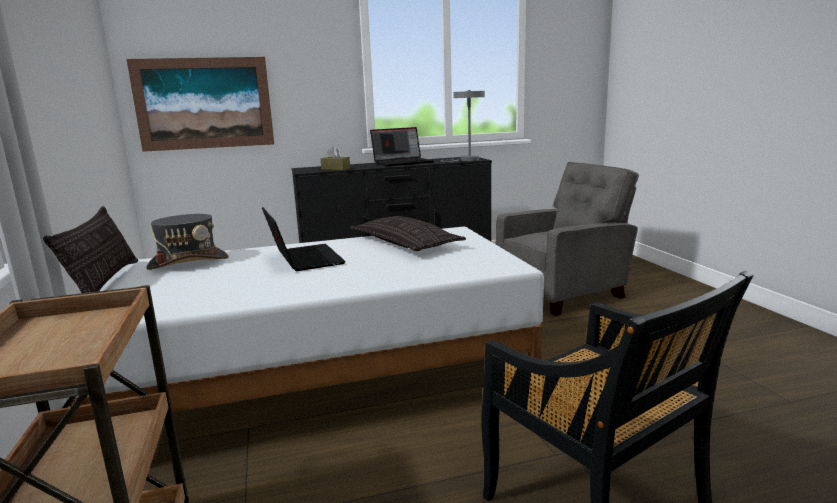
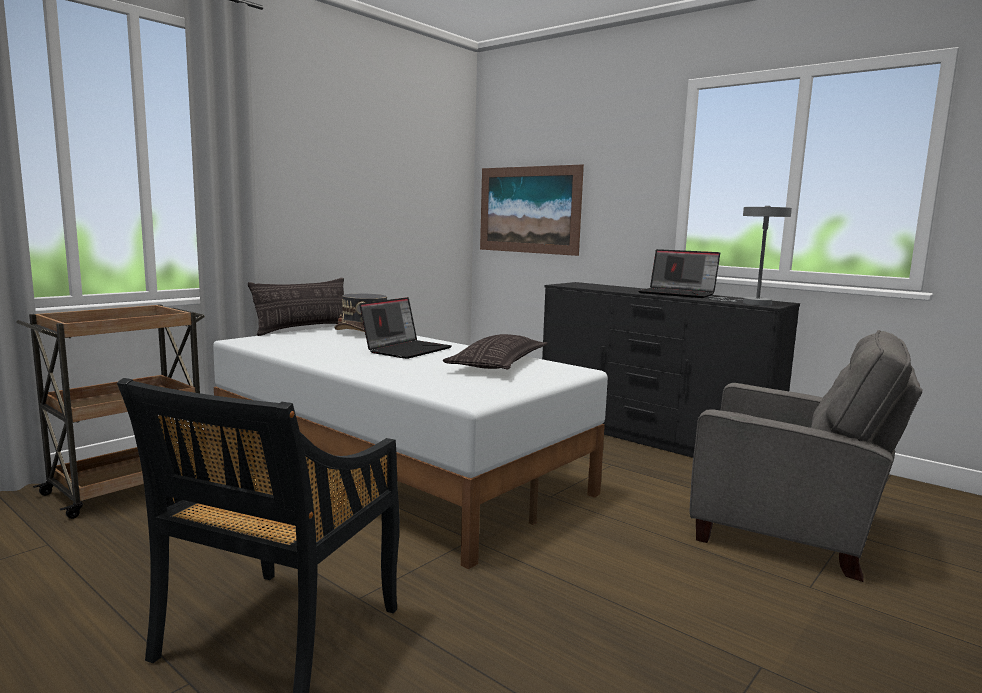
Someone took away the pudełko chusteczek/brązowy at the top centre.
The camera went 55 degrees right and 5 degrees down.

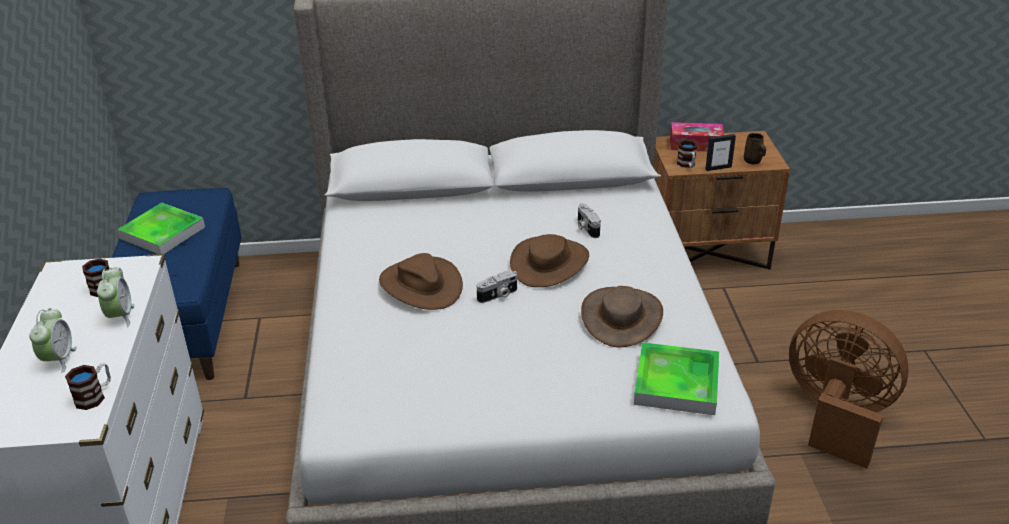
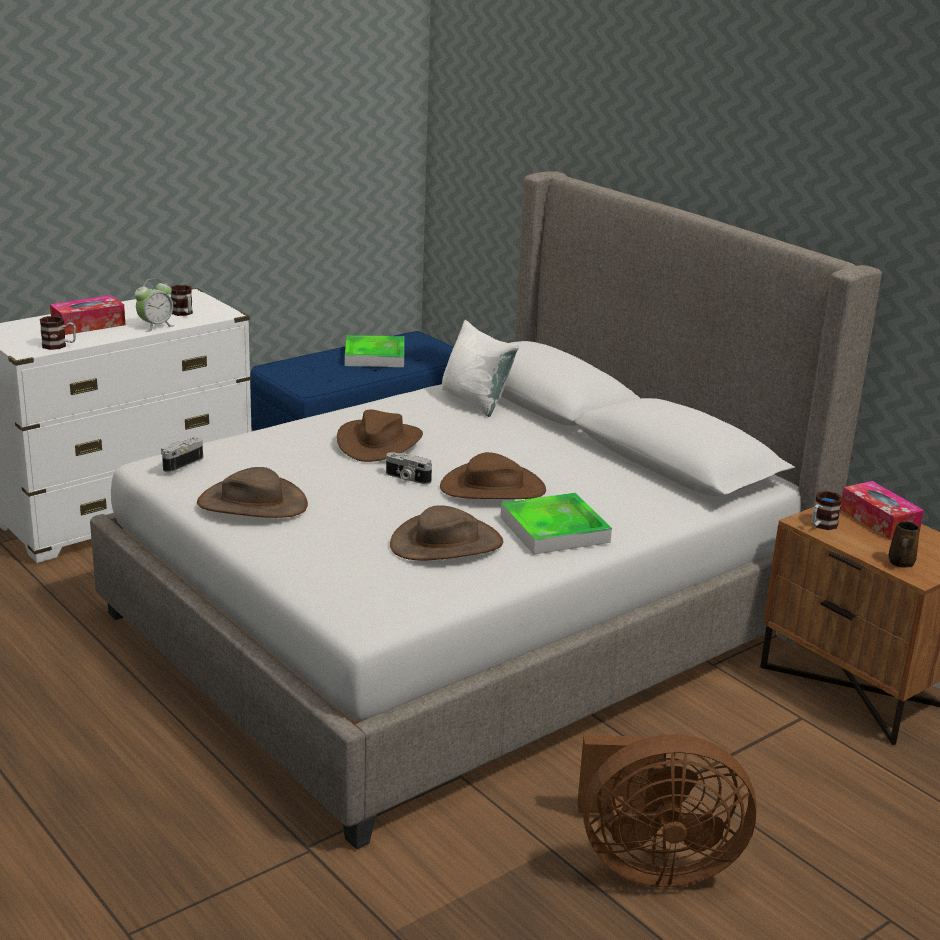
Someone took away the ramka na zdjęcie at the top right.
Someone put down the kapelusz/brązowy (1st from left) at the middle left.
Someone put down the poduszka/biały at the centre.
Someone carried the aparat fotograficzny (2nd from left in the first image) from the centre to the middle left.
Someone carried the taca (2nd from left) from the bottom right to the centre.
Someone swapped the budzik (1st from left) at the middle left for the pudełko chusteczek (1st from left) at the middle left.
Someone rotated the wentylator/brązowy at the bottom right by 90 degrees clockwise.
The camera went 55 degrees right and 10 degrees down.

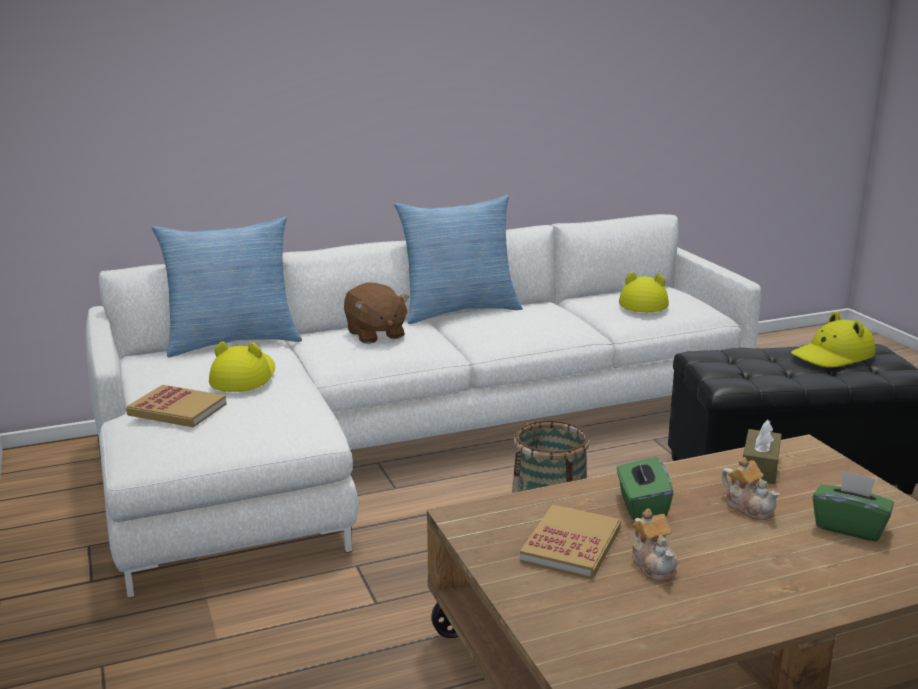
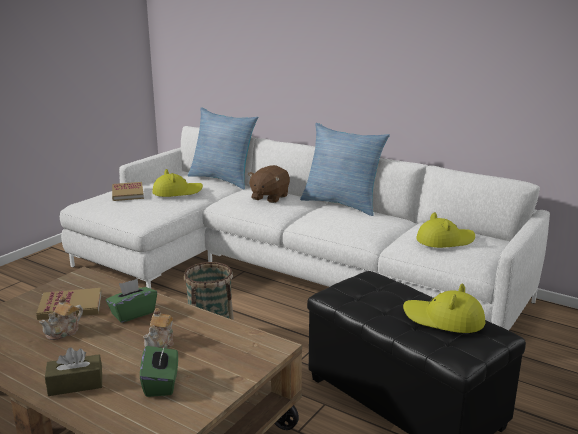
Someone carried the pudełko chusteczek/brązowy from the middle right to the bottom left.
The camera went 55 degrees right and 0 degrees up.

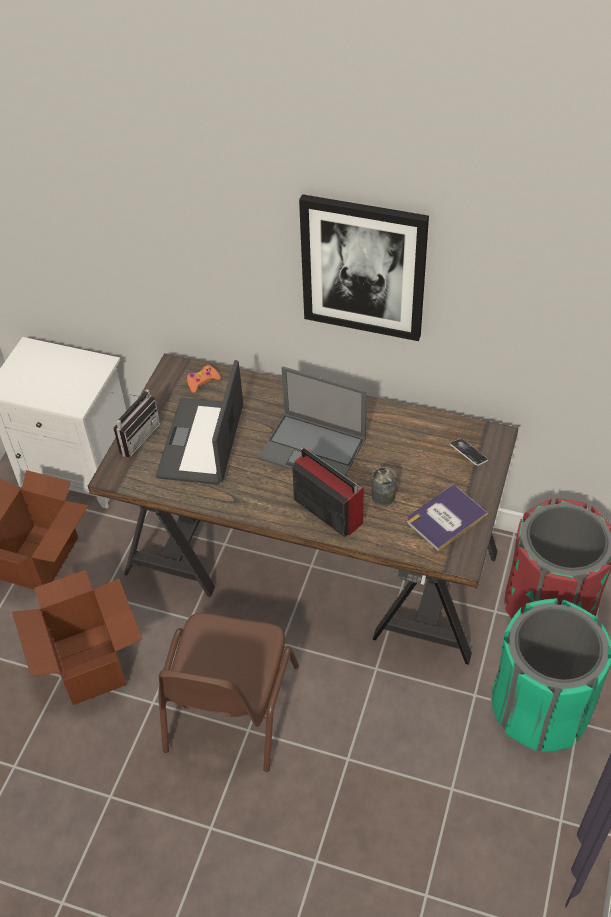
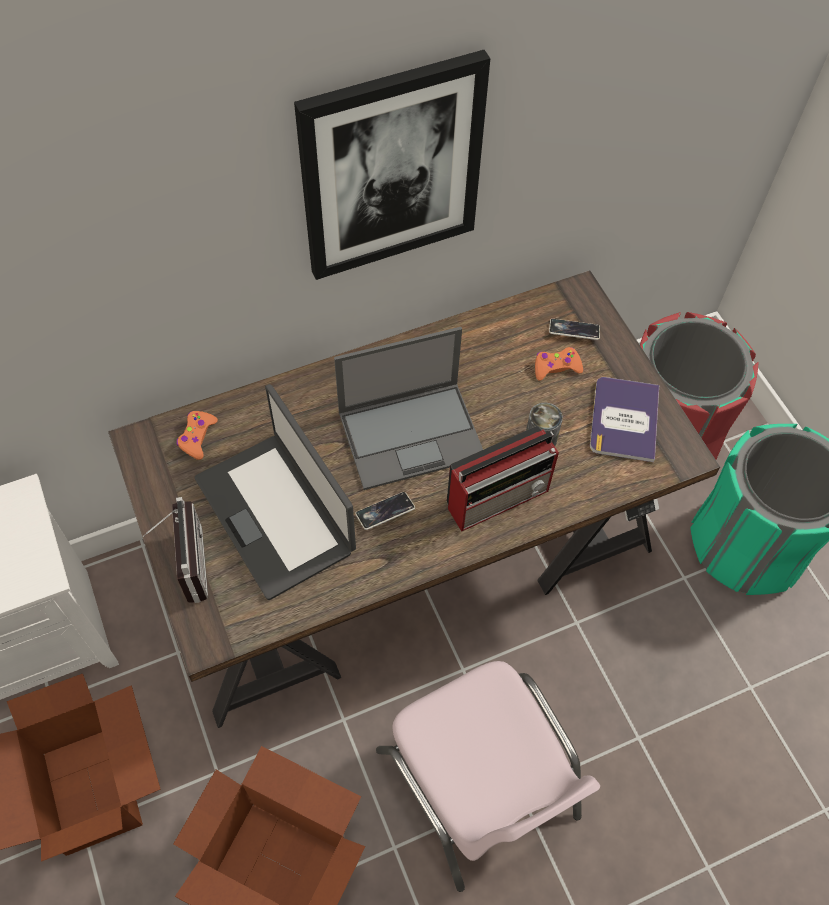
Someone put down the telefon (1st from left) at the centre.
Someone put down the pad do gier/pomarańczowy (2nd from left) at the middle right.
Someone repainted the krzesło/brązowy at the bottom centre, which became the krzesło/różowy at the bottom centre.
Someone rotated the radio (2nd from left) at the centre by 150 degrees clockwise.
The camera went 45 degrees left and 10 degrees up.

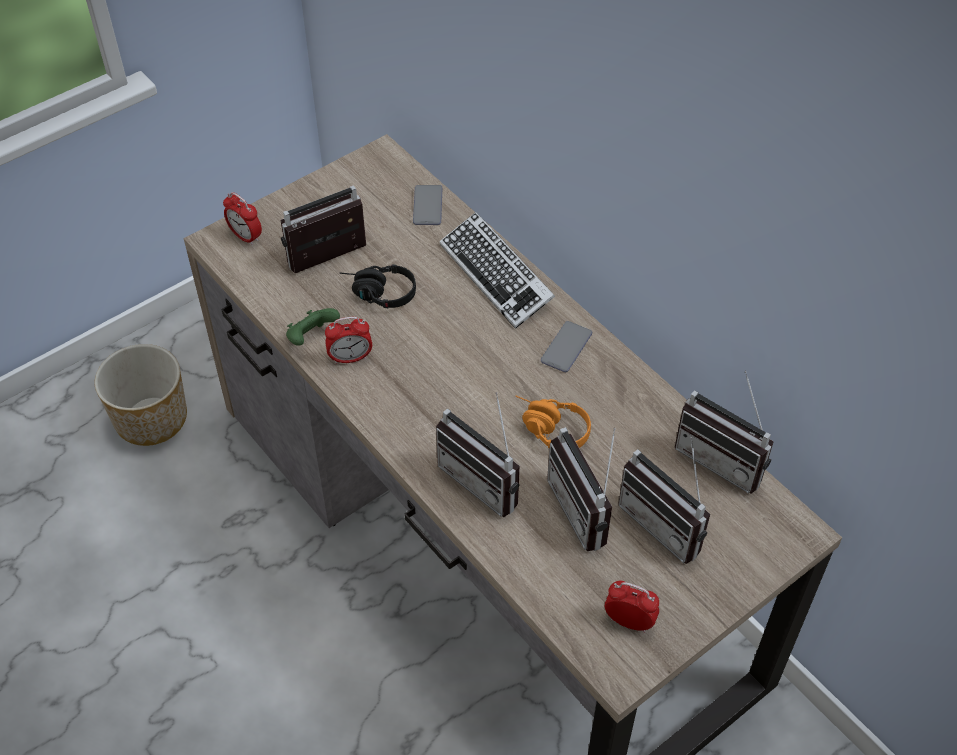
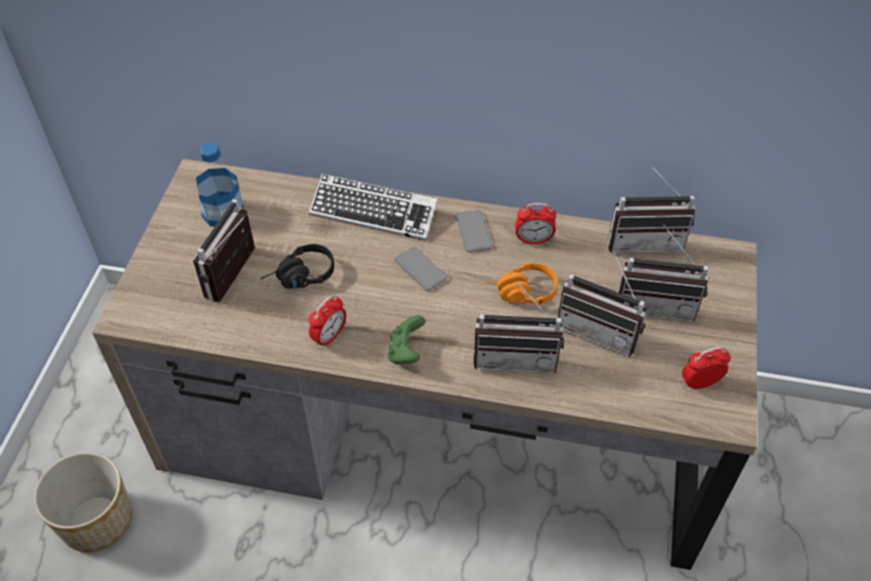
Someone put down the butelka at the top left.
Someone carried the budzik (1st from left in the first image) from the top left to the centre.
Someone carried the pad do gier/zielony from the middle left to the centre.
Someone carried the telefon (1st from left) from the top centre to the centre.
The camera went 40 degrees left and 0 degrees up.

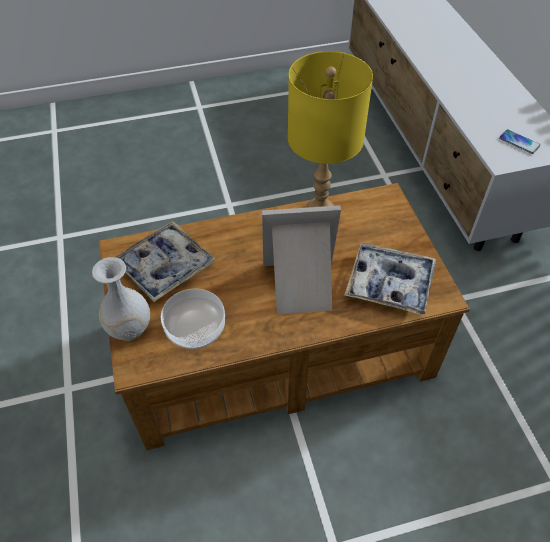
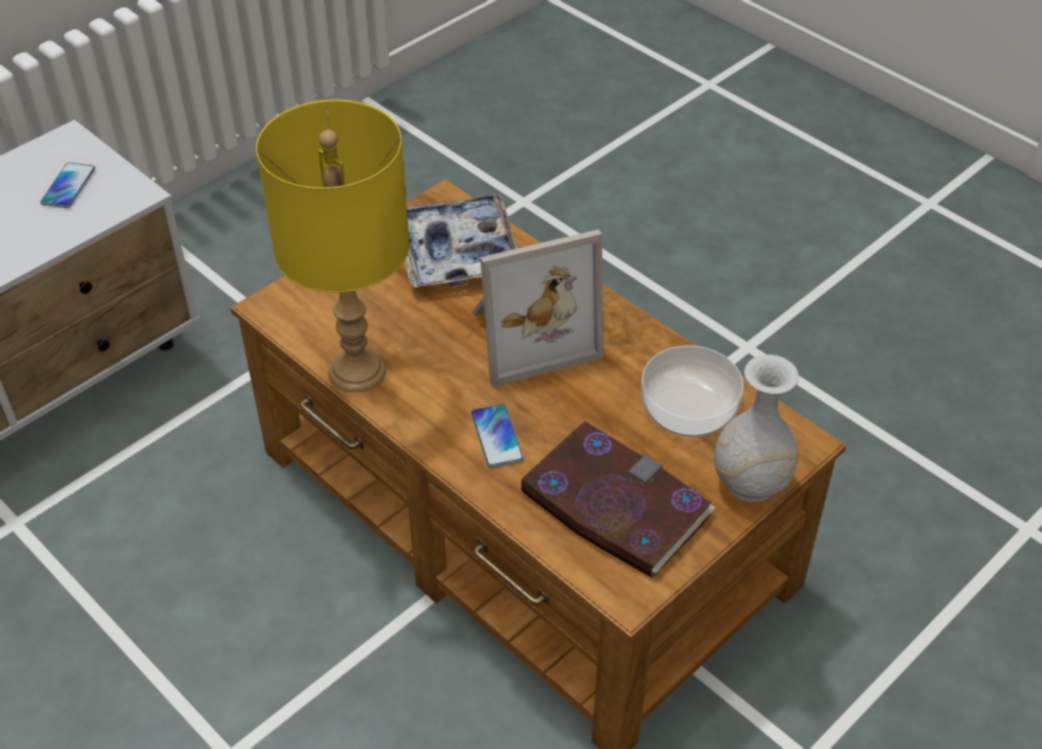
Someone put down the telefon (2nd from left) at the centre.
Someone swapped the taca (1st from left) at the middle left for the książka at the centre.
Someone rotated the ramka na zdjęcie at the centre by 75 degrees counterclockwise.
The camera went 120 degrees left and 5 degrees down.

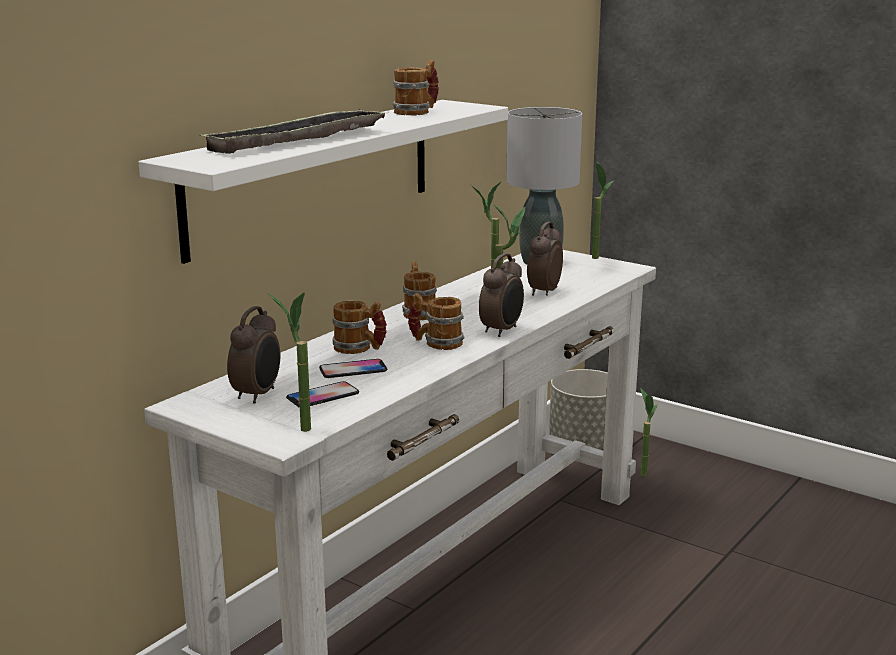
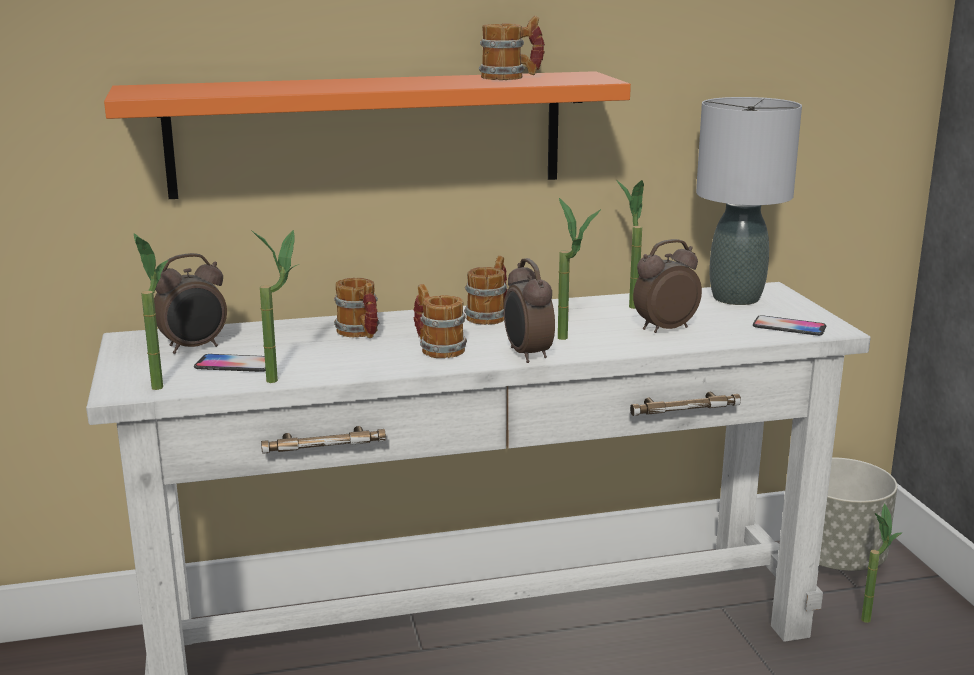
Someone took away the taca at the top left.
Someone carried the telefon (2nd from left) from the centre to the middle right.
Someone carried the roślina doniczkowa (4th from left in the first image) from the top right to the middle left.
Someone repainted the półka/biały at the top centre, which became the półka/pomarańczowy at the top centre.
Someone rotated the budzik (2nd from left) at the centre by 90 degrees clockwise.
The camera went 40 degrees right and 0 degrees up.

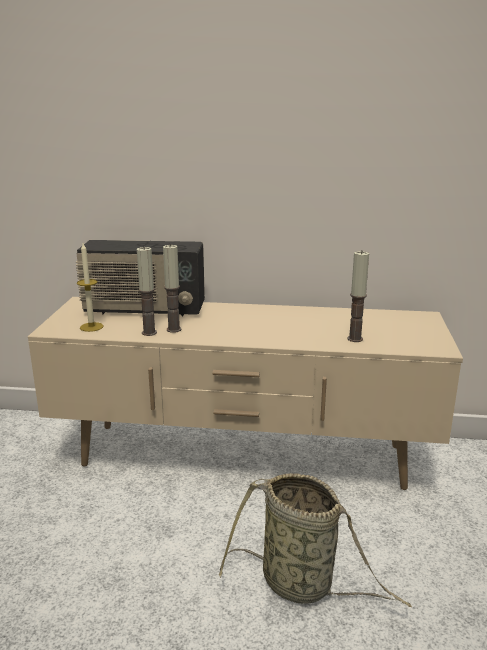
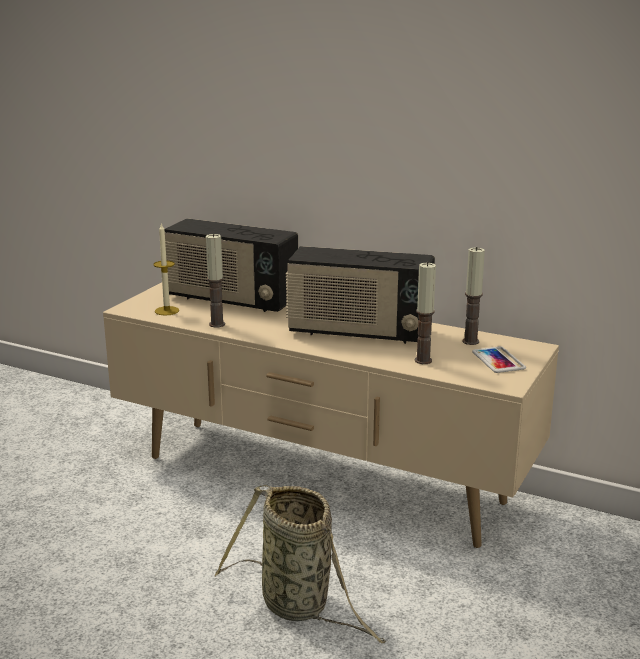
Someone put down the radio (2nd from left) at the centre.
Someone put down the telefon at the middle right.
Someone carried the świeca (3rd from left in the first image) from the centre to the middle right.
The camera went 20 degrees right and 0 degrees up.

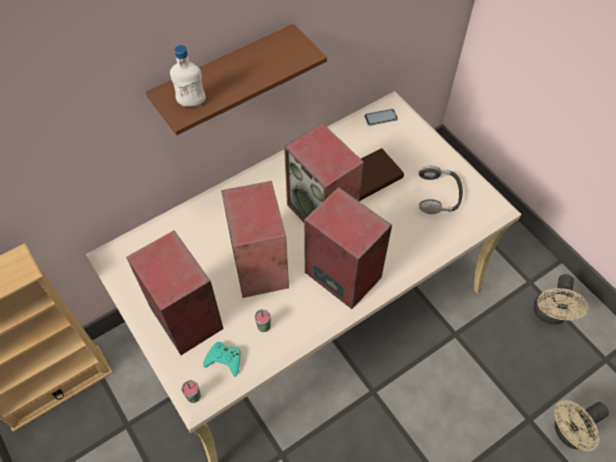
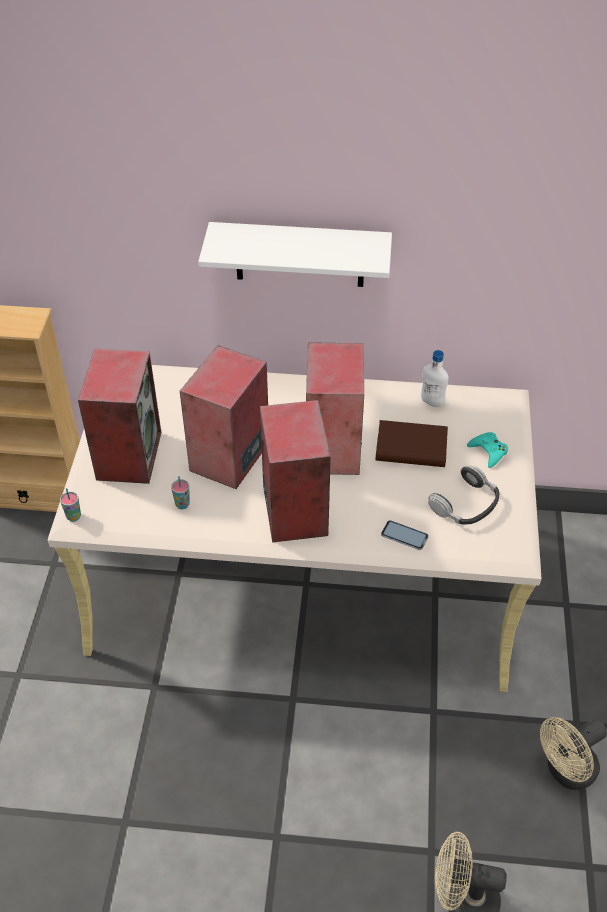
Someone carried the butelka/biały from the top left to the middle right.
Someone carried the pad do gier/turkusowy from the bottom centre to the middle right.
Someone carried the telefon from the top centre to the middle right.
Someone repainted the półka/brązowy at the top centre, which became the półka/biały at the top centre.
The camera went 40 degrees right and 10 degrees down.

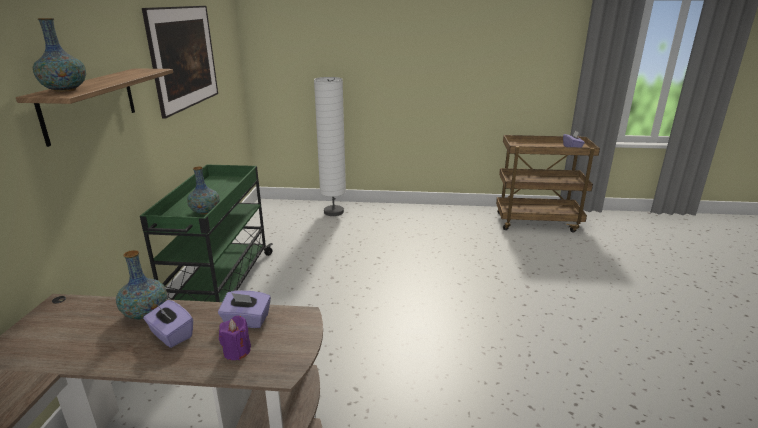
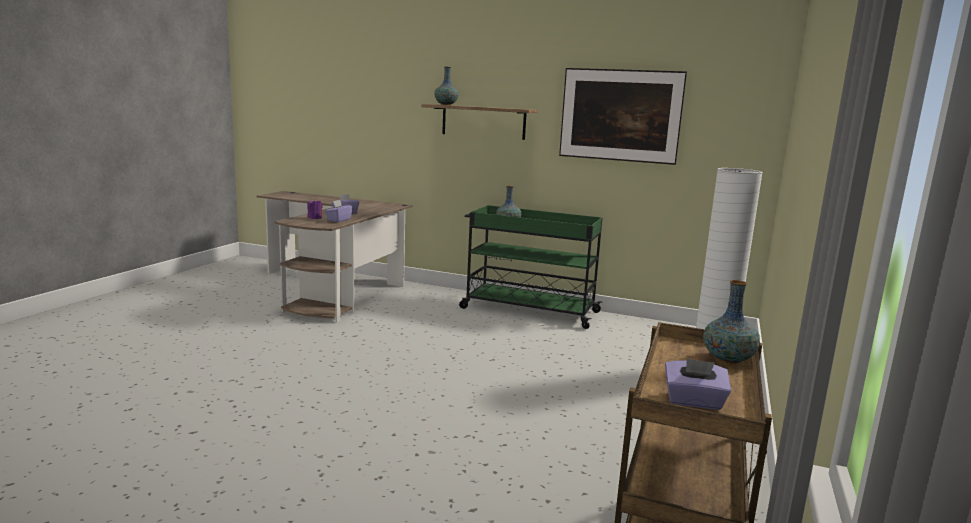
Someone carried the wazon (2nd from left in the first image) from the middle left to the middle right.
The camera went 105 degrees right and 10 degrees down.

